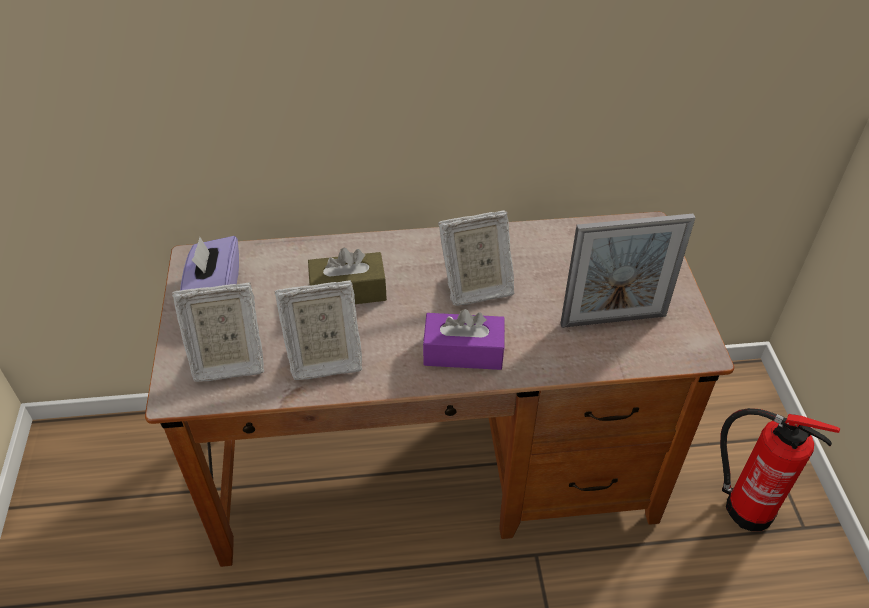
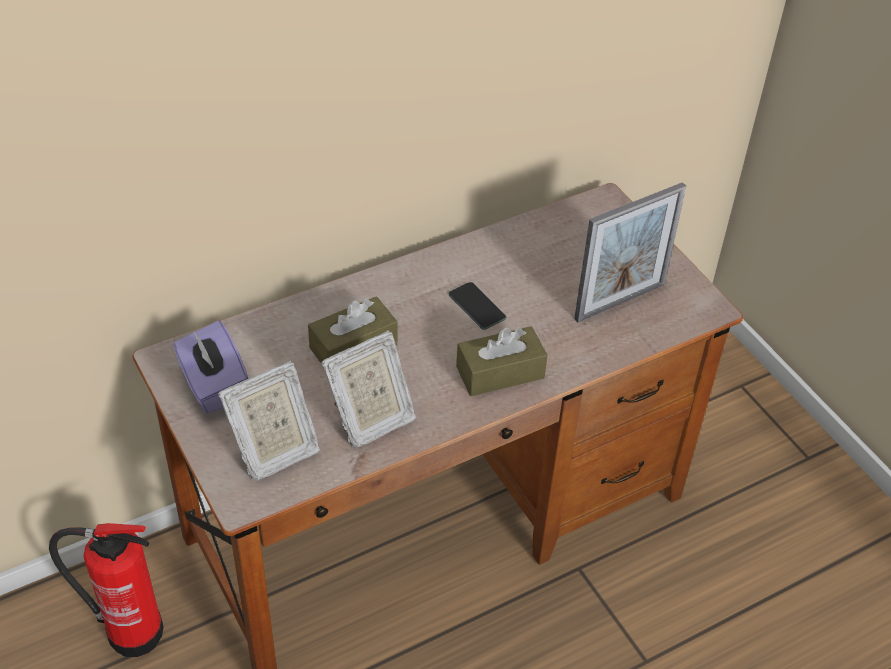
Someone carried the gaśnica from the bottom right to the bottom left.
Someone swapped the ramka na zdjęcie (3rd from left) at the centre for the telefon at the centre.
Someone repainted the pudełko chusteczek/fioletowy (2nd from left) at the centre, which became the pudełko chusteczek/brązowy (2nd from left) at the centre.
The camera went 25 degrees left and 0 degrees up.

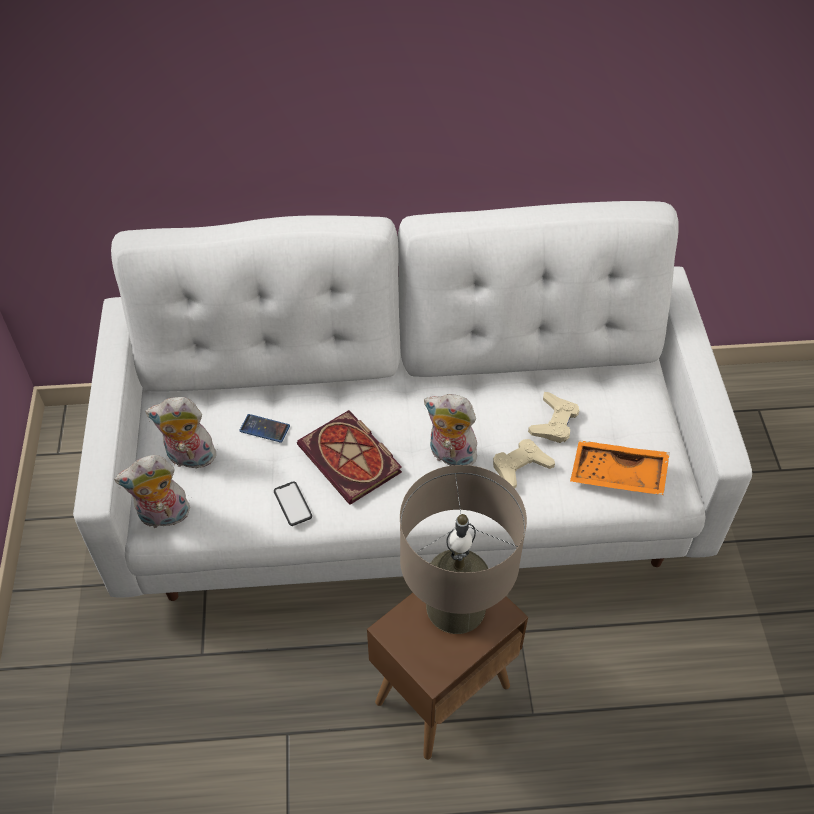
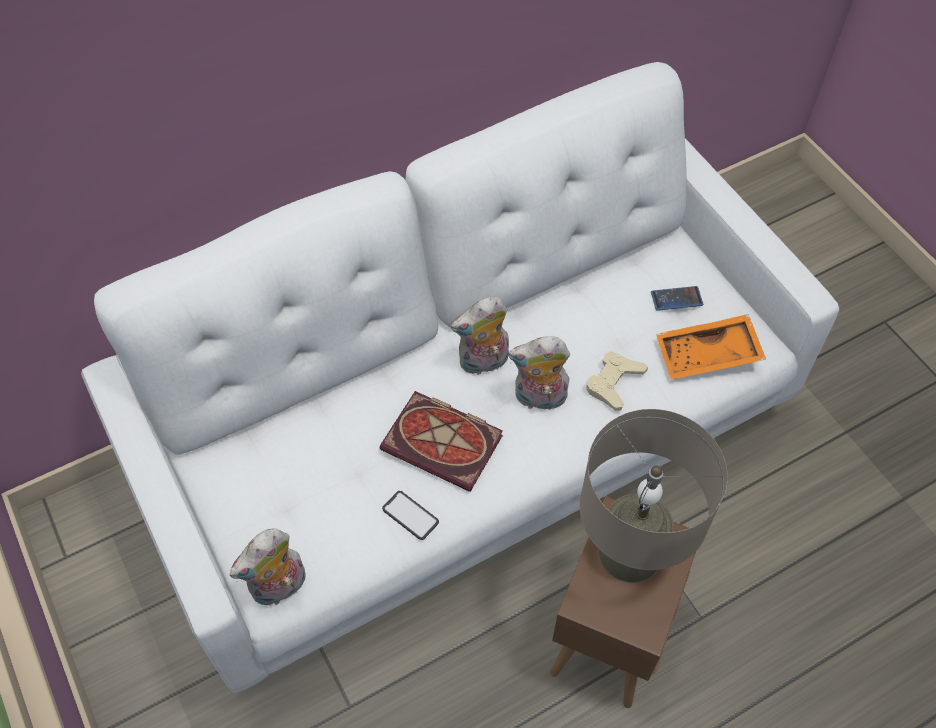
Someone took away the pad do gier/beżowy (2nd from left) at the middle right.
Someone carried the pluszak (2nd from left) from the middle left to the centre.
Someone carried the telefon (1st from left in the first image) from the middle left to the middle right.
The camera went 25 degrees left and 5 degrees up.

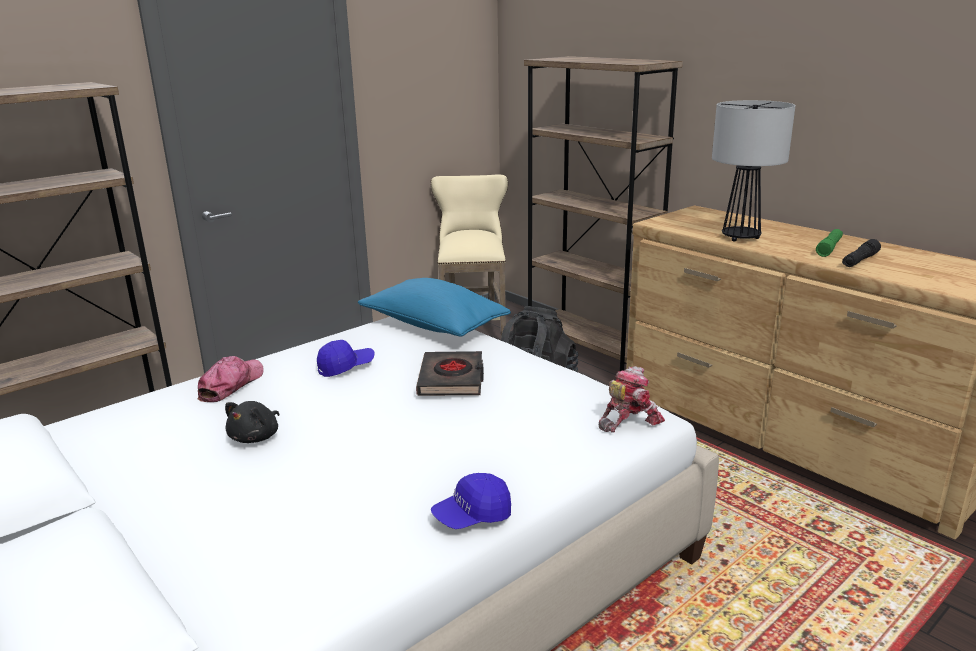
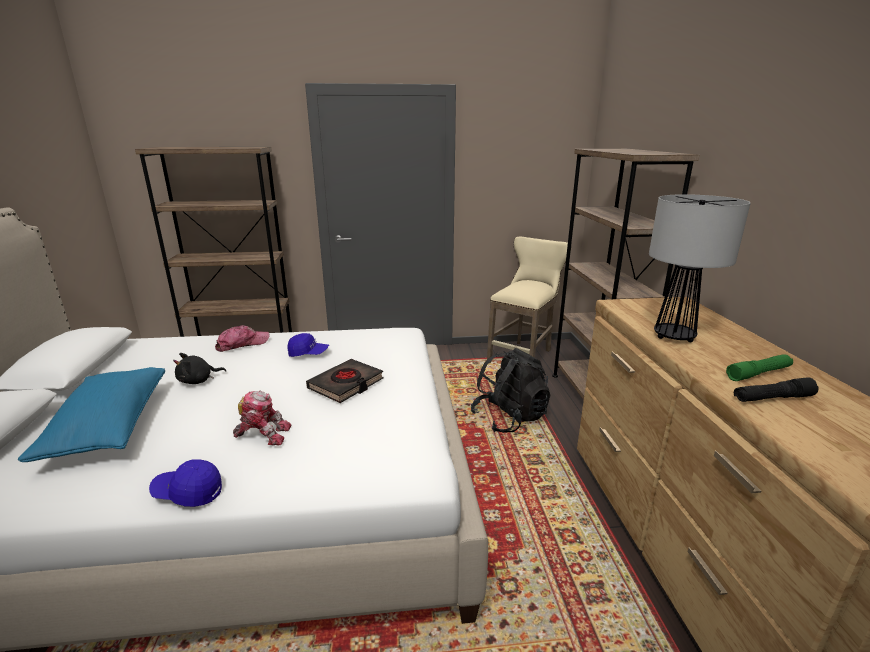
Someone carried the poduszka/niebieski from the centre to the middle left.
Someone carried the robot zabawkowy from the centre to the middle left.
The camera went 35 degrees right and 0 degrees up.

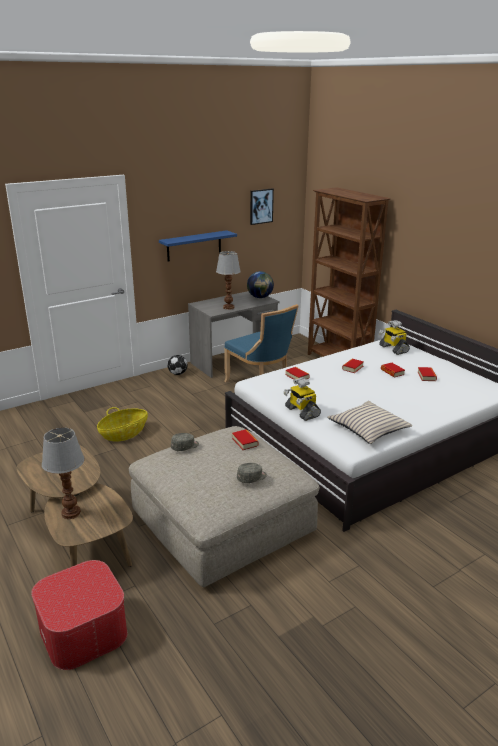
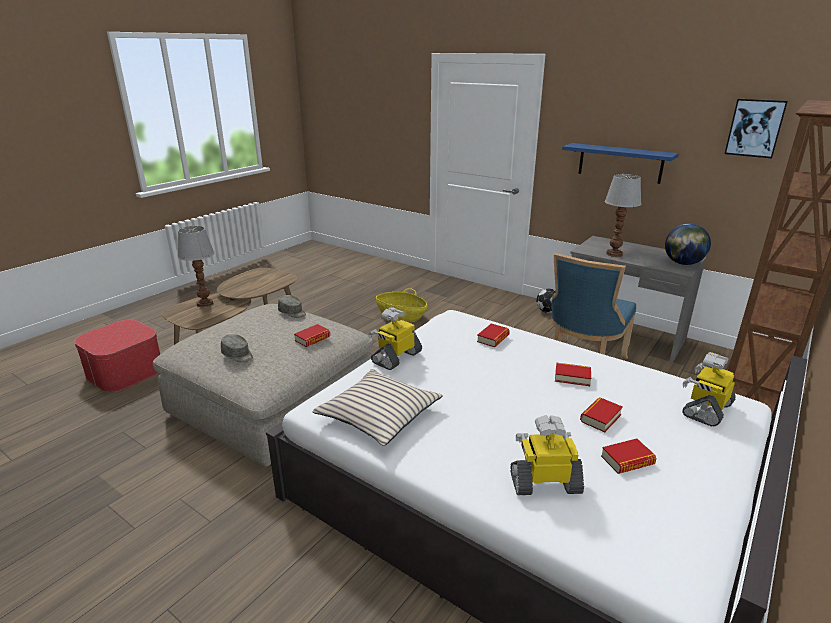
Someone put down the robot zabawkowy (2nd from left) at the bottom centre.
The camera went 70 degrees right and 0 degrees up.

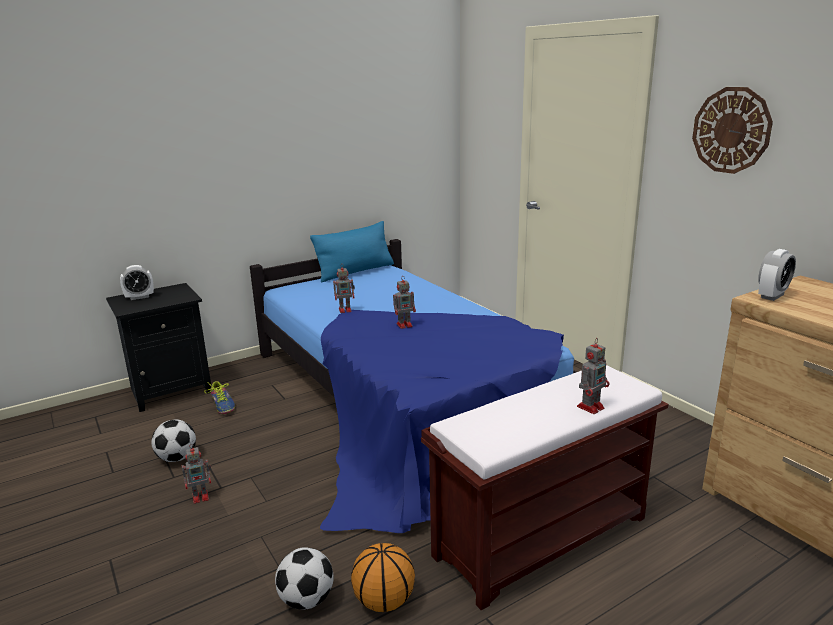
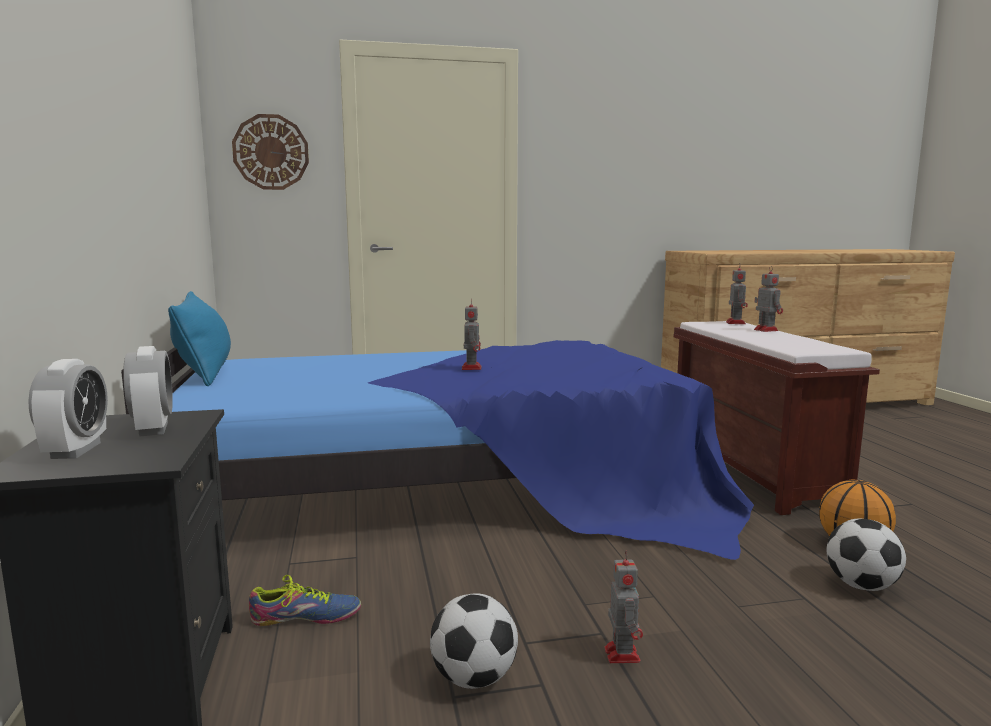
Someone carried the robot zabawkowy (2nd from left in the first image) from the centre to the middle right.
Someone carried the zegar ścienny from the top right to the top left.
Someone carried the budzik (2nd from left) from the middle right to the middle left.
The camera went 70 degrees left and 10 degrees down.

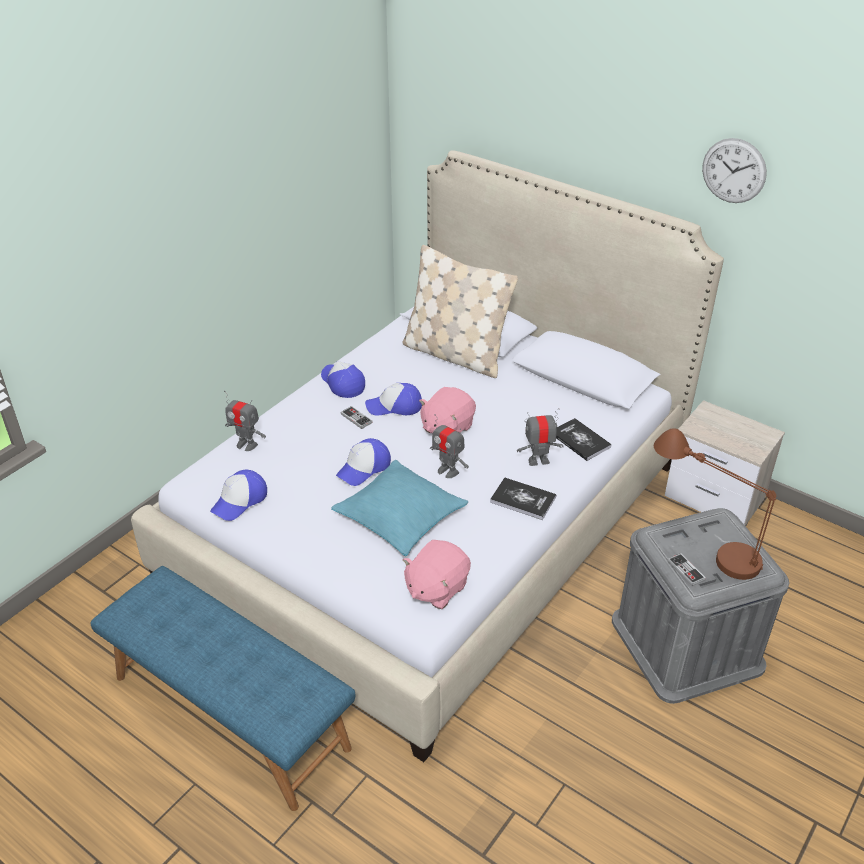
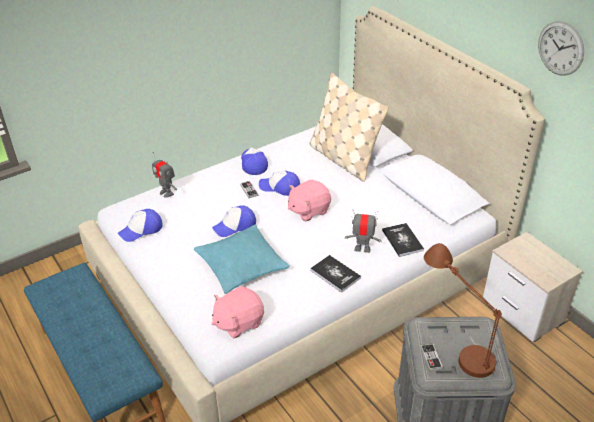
Someone took away the robot zabawkowy (2nd from left) at the centre.
The camera went 20 degrees right and 0 degrees up.

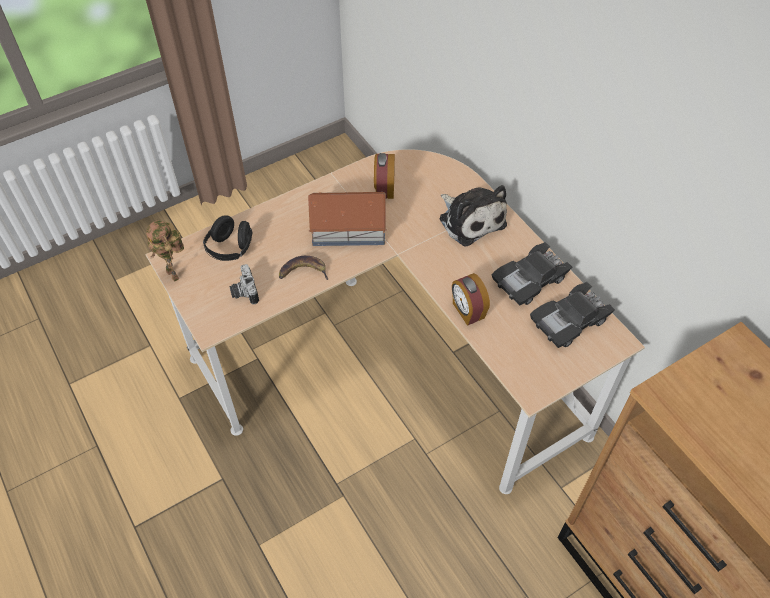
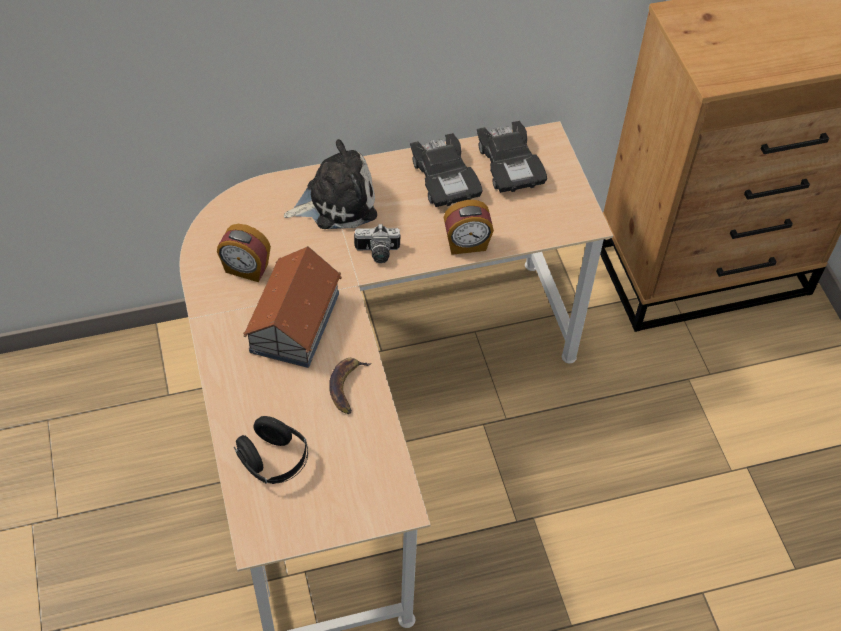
Someone took away the robot zabawkowy at the middle left.
Someone carried the aparat fotograficzny from the middle left to the centre.
The camera went 75 degrees left and 0 degrees up.

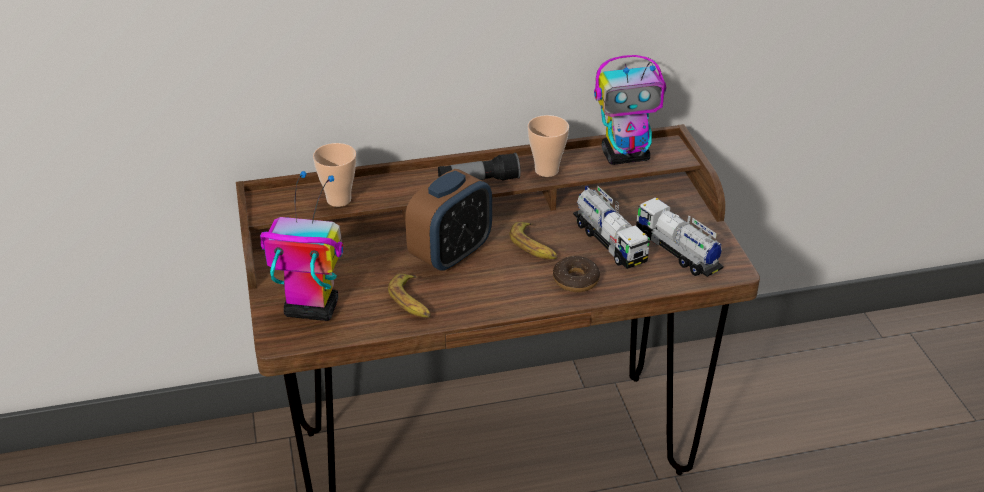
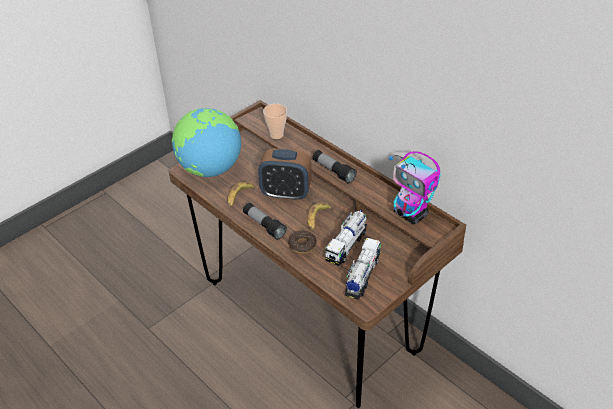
Someone took away the filiżanka (2nd from left) at the top centre.
Someone put down the latarka (1st from left) at the centre.
Someone swapped the robot zabawkowy (1st from left) at the middle left for the globus at the centre.
The camera went 60 degrees right and 5 degrees up.

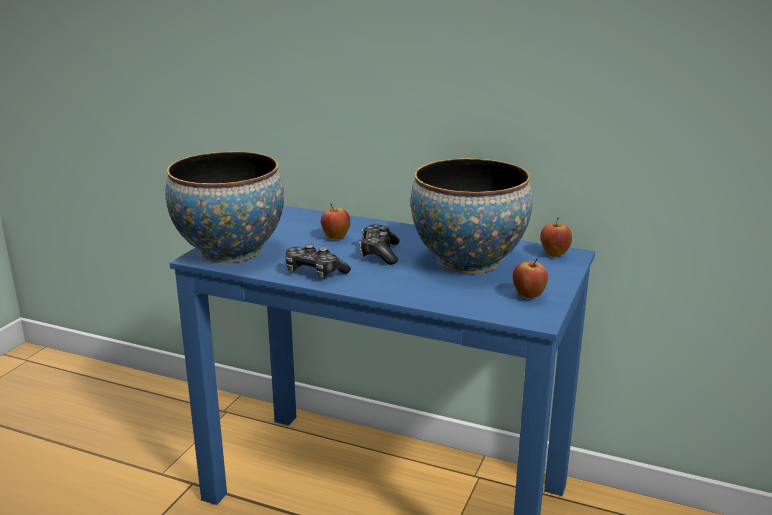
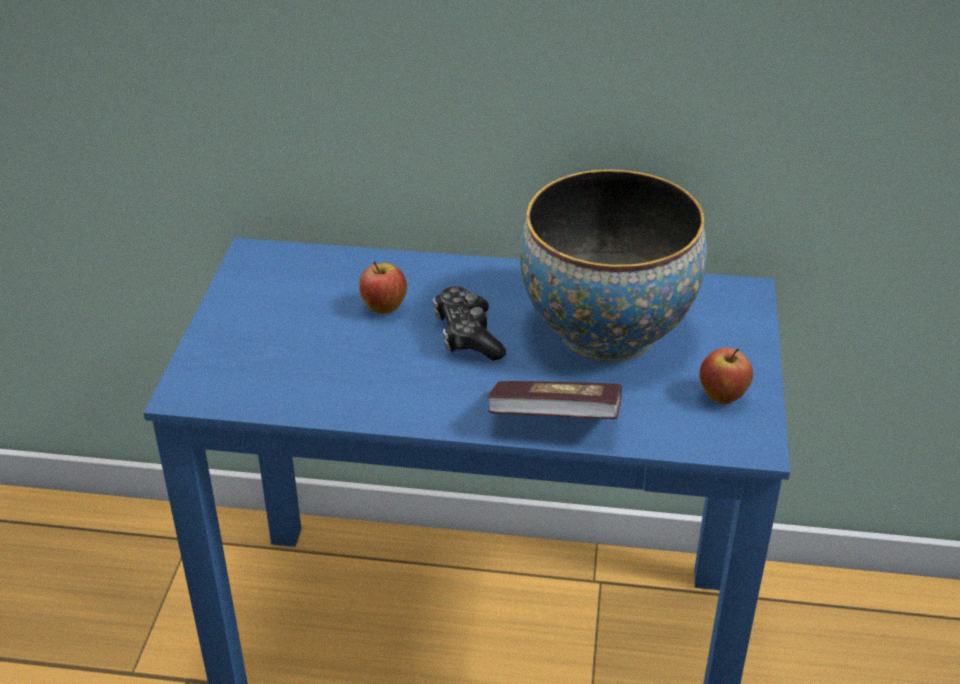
Someone took away the miska (1st from left) at the middle left.
Someone took away the pad do gier (1st from left) at the centre.
Someone took away the jabłko (3rd from left) at the middle right.
Someone put down the książka at the centre.
The camera went 15 degrees left and 15 degrees up.

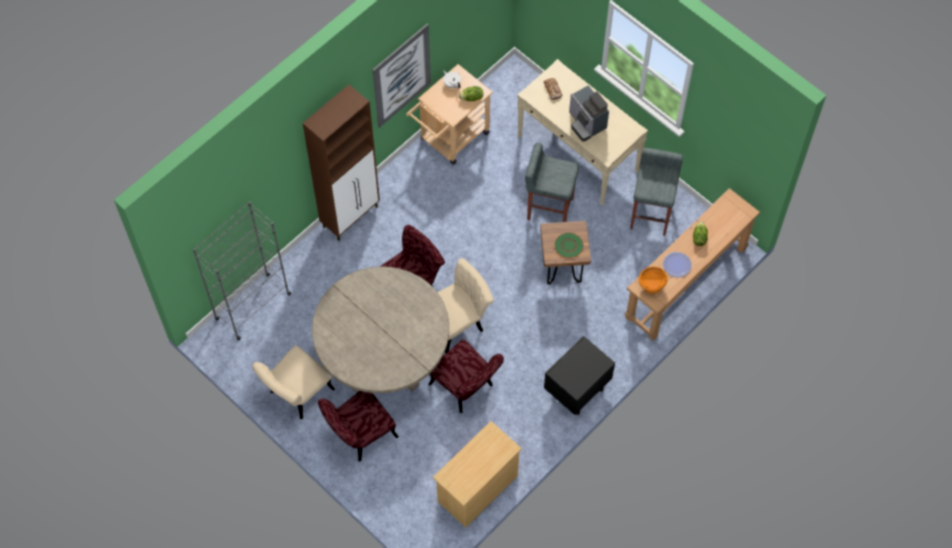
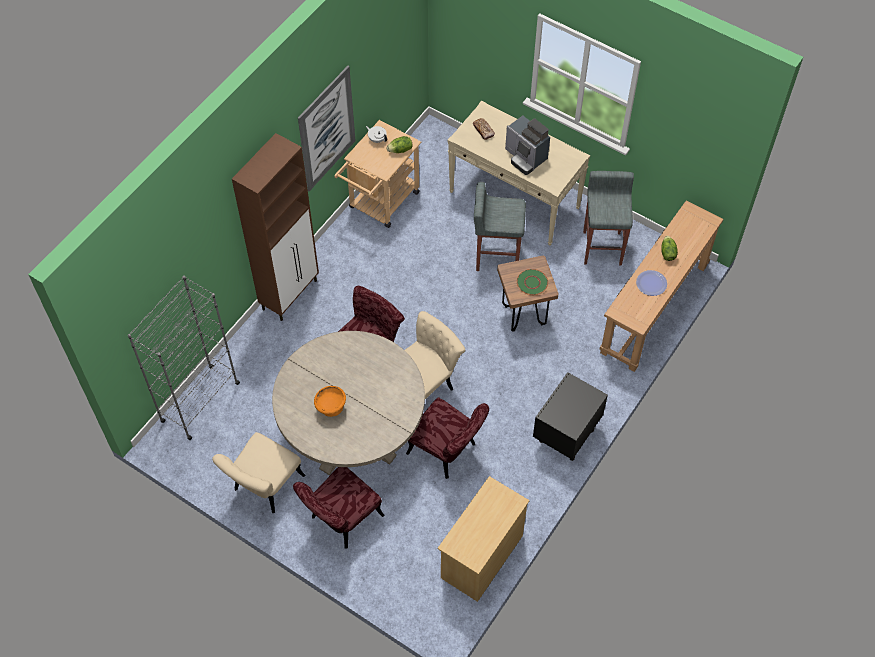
Someone carried the miska/pomarańczowy from the middle right to the centre.
The camera went 10 degrees left and 5 degrees down.

